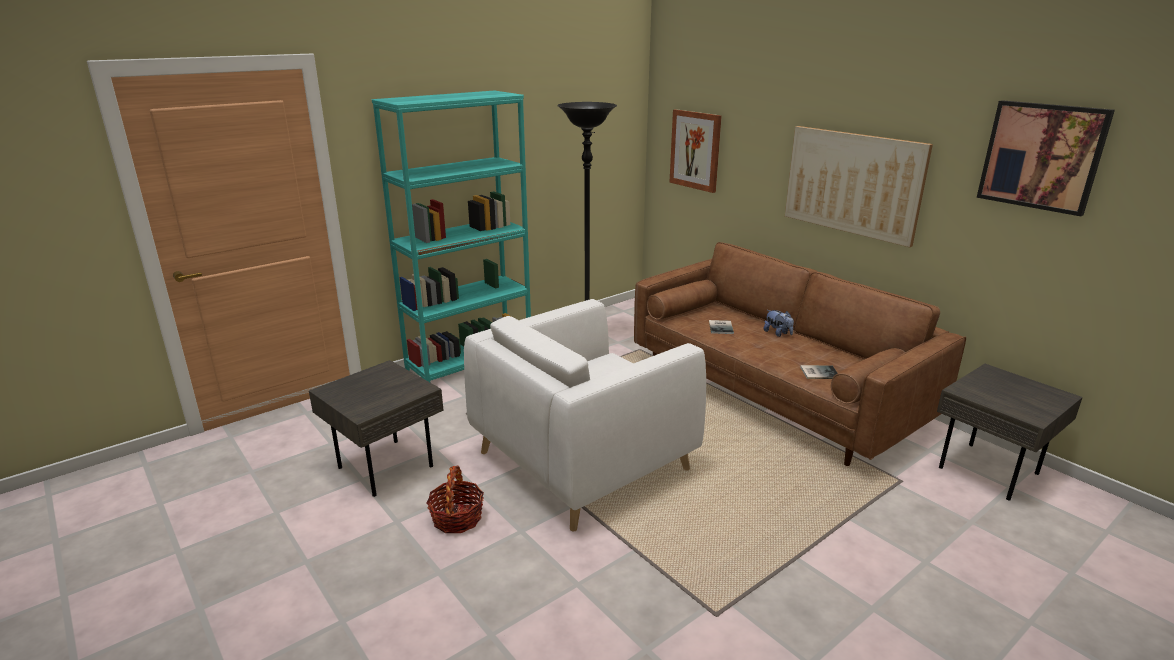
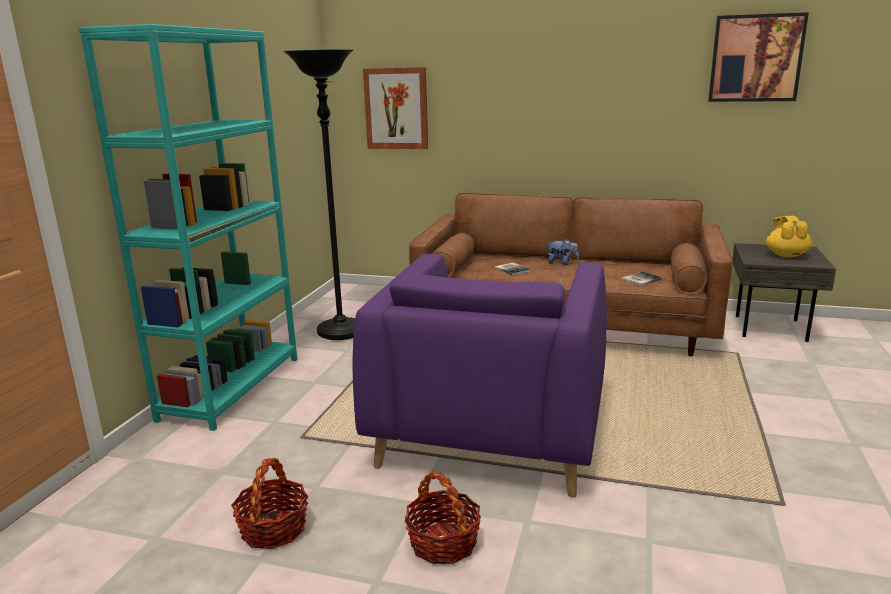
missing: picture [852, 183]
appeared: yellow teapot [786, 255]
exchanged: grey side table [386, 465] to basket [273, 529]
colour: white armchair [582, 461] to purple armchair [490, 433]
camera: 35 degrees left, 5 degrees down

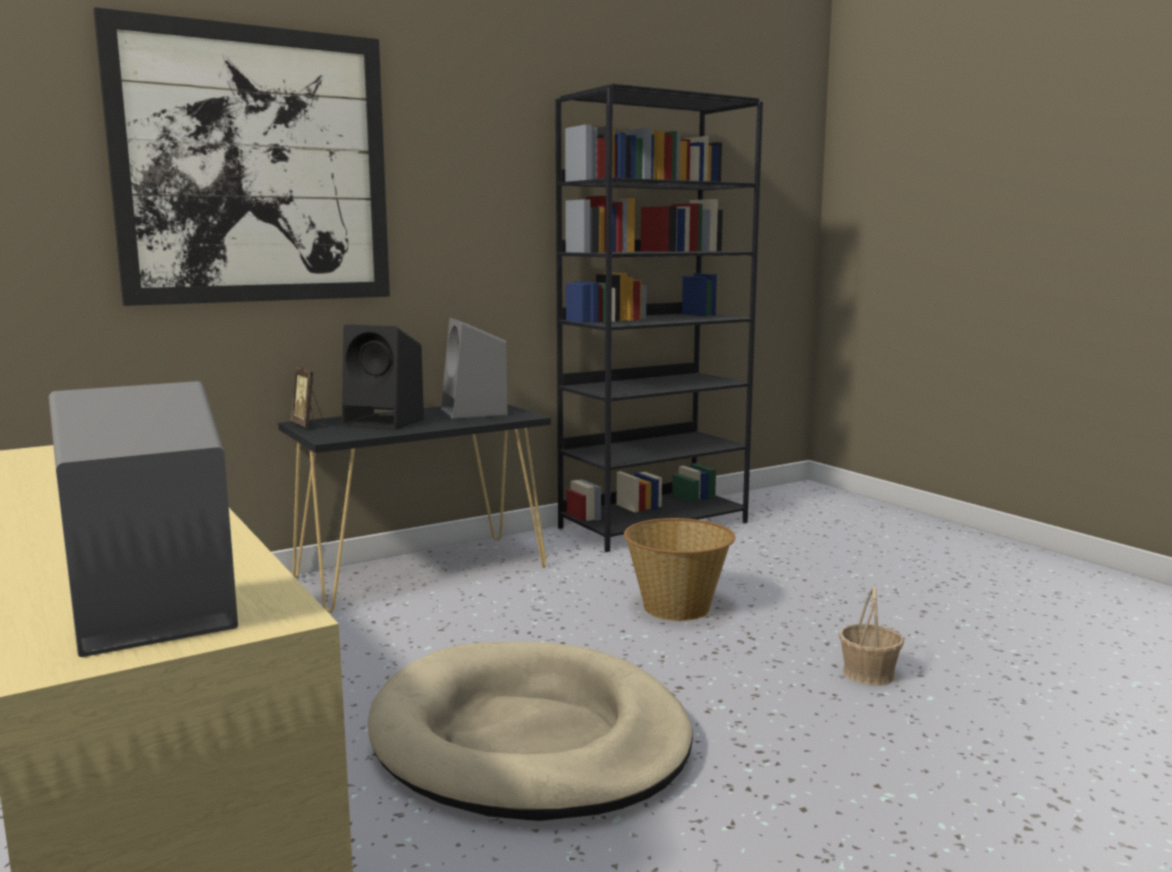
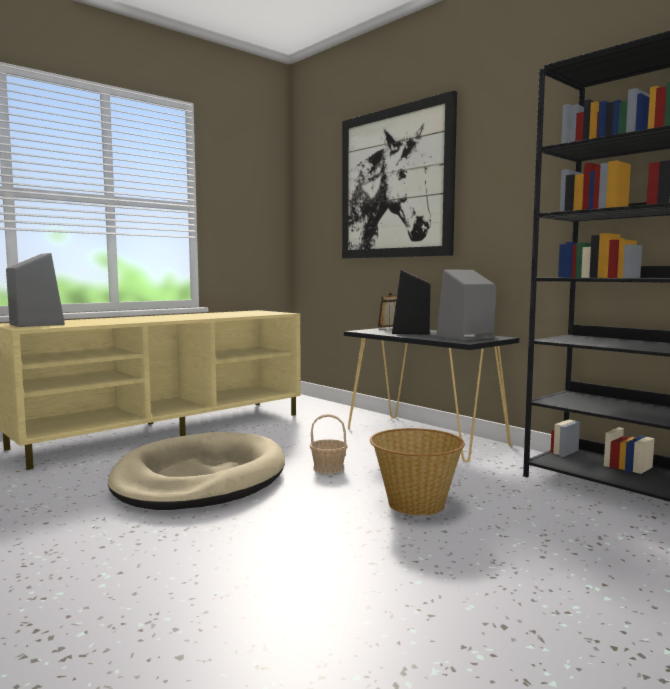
relocated: basket [869, 674] to [328, 468]
camera: 80 degrees right, 5 degrees down

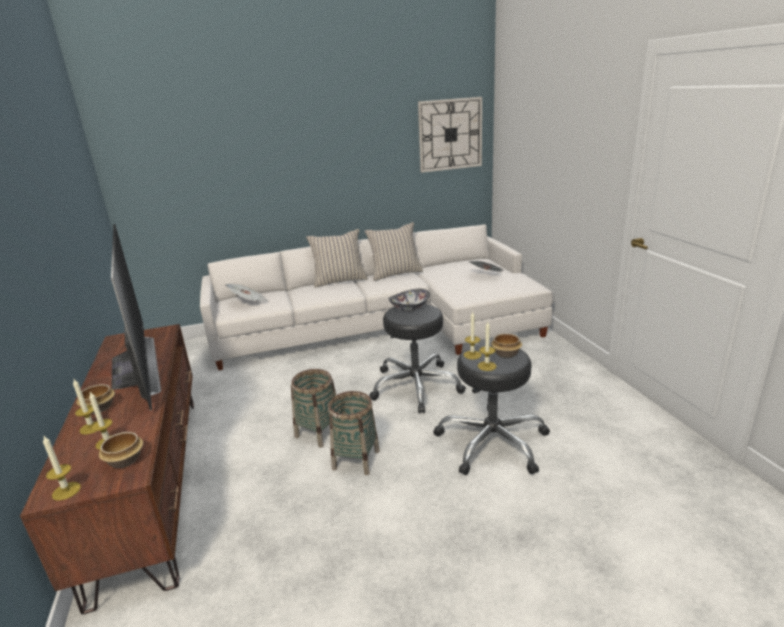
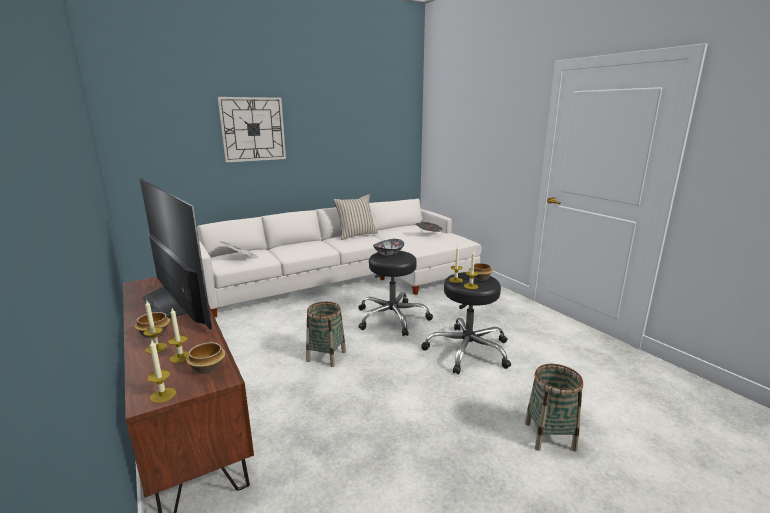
missing: beige pillow [339, 281]
relocated: wall clock [450, 134] to [253, 129]; basket [356, 459] to [549, 436]
camera: 15 degrees left, 5 degrees down

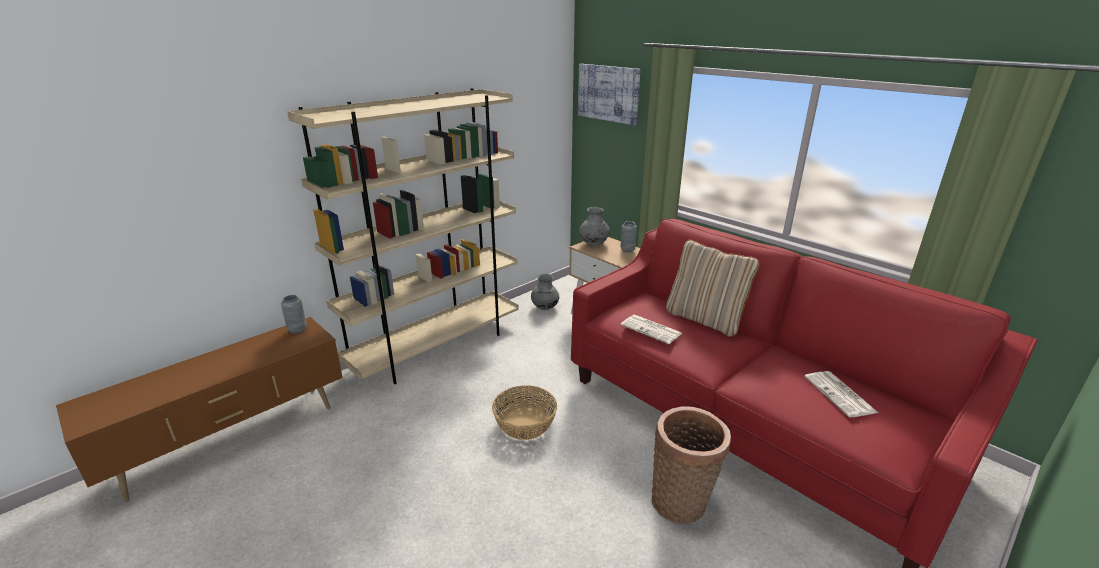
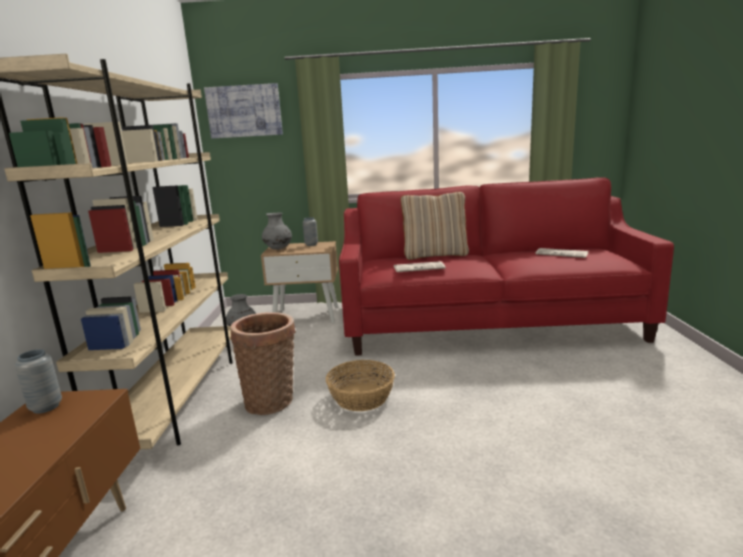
relocated: basket [682, 502] to [272, 400]
camera: 45 degrees left, 10 degrees down

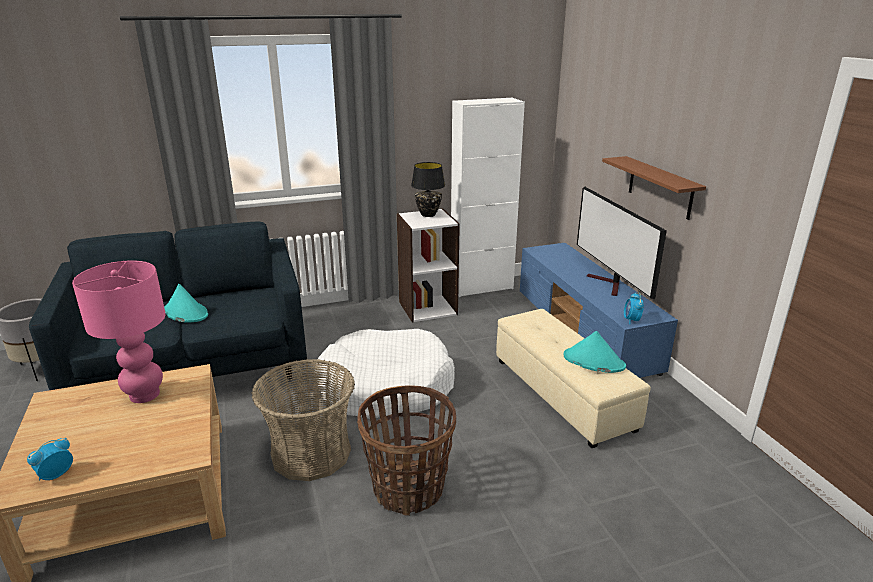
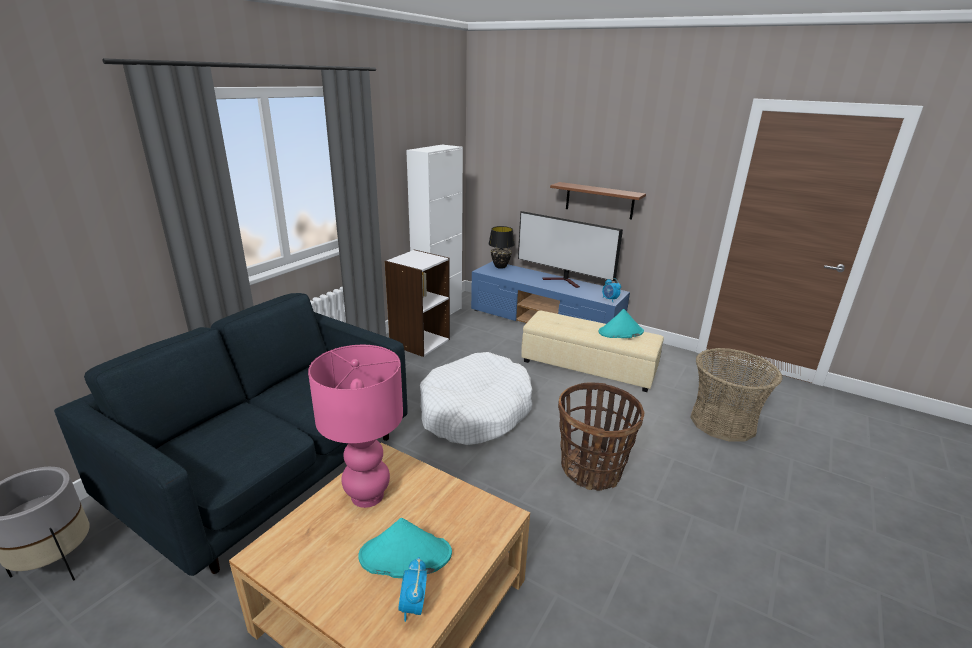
relocated: turquoise hat [185, 312] to [405, 555]; black table lamp [428, 215] to [500, 267]; basket [311, 453] to [722, 422]
camera: 40 degrees left, 0 degrees up

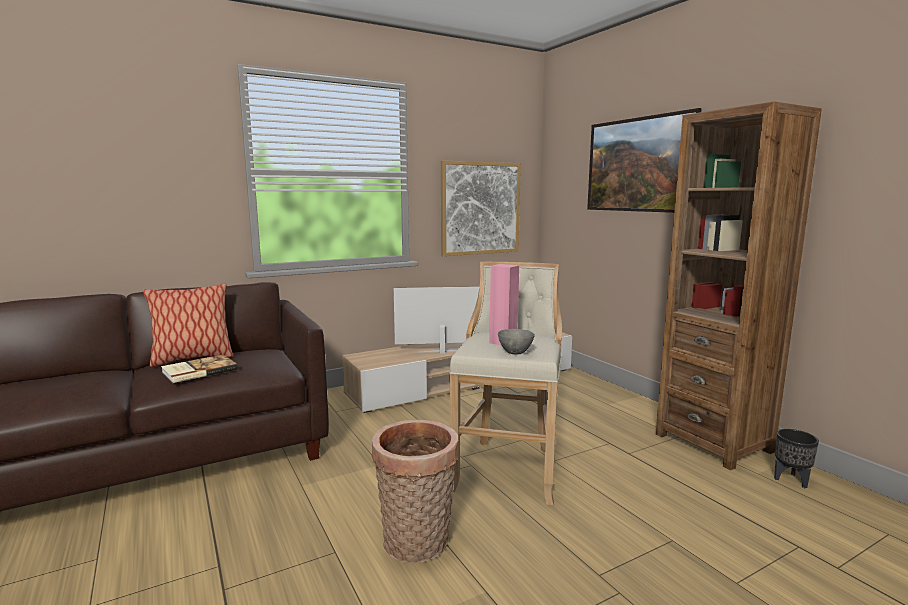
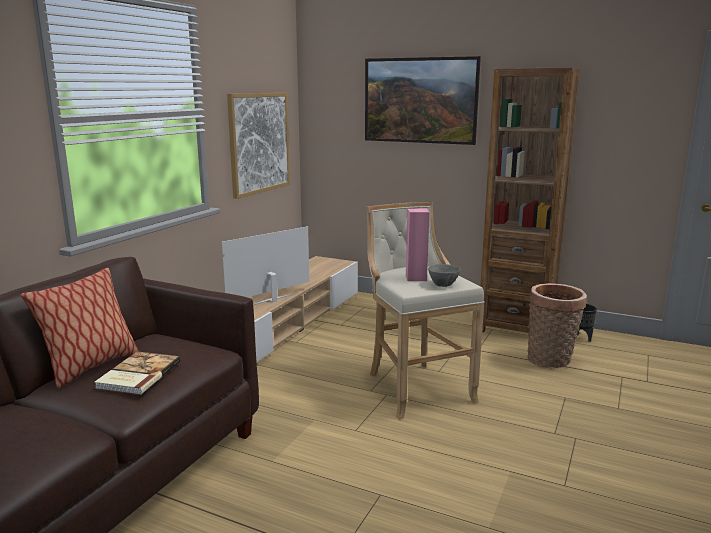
relocated: basket [417, 545] to [551, 360]
camera: 35 degrees left, 5 degrees up

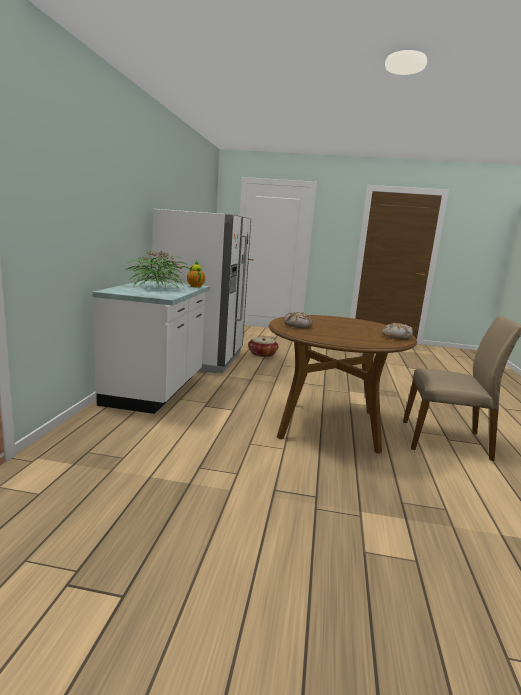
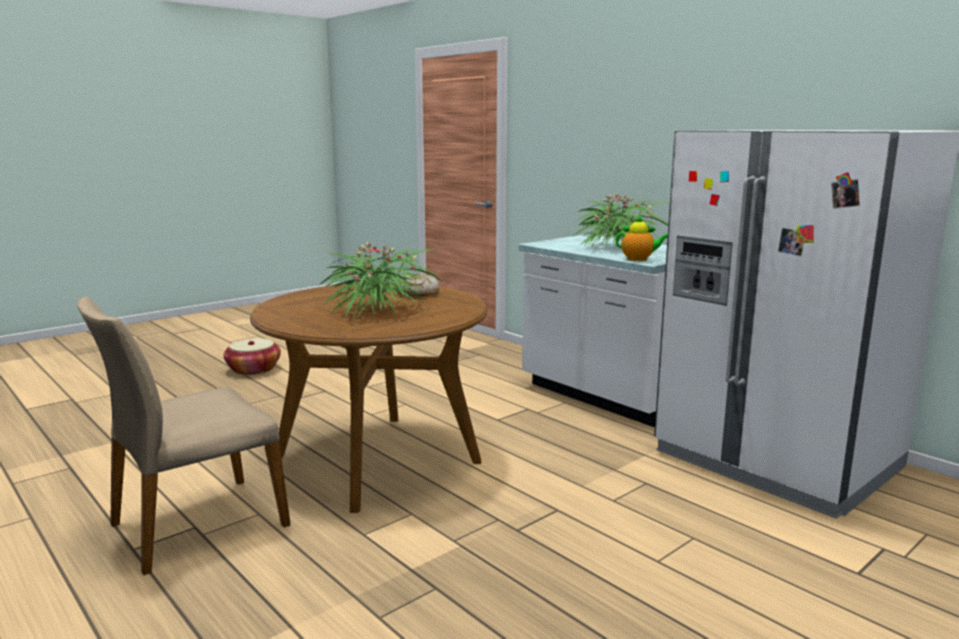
missing: bread [396, 337]
appeared: potted plant [377, 310]
relocated: basket [262, 354] to [253, 369]
camera: 130 degrees right, 0 degrees up

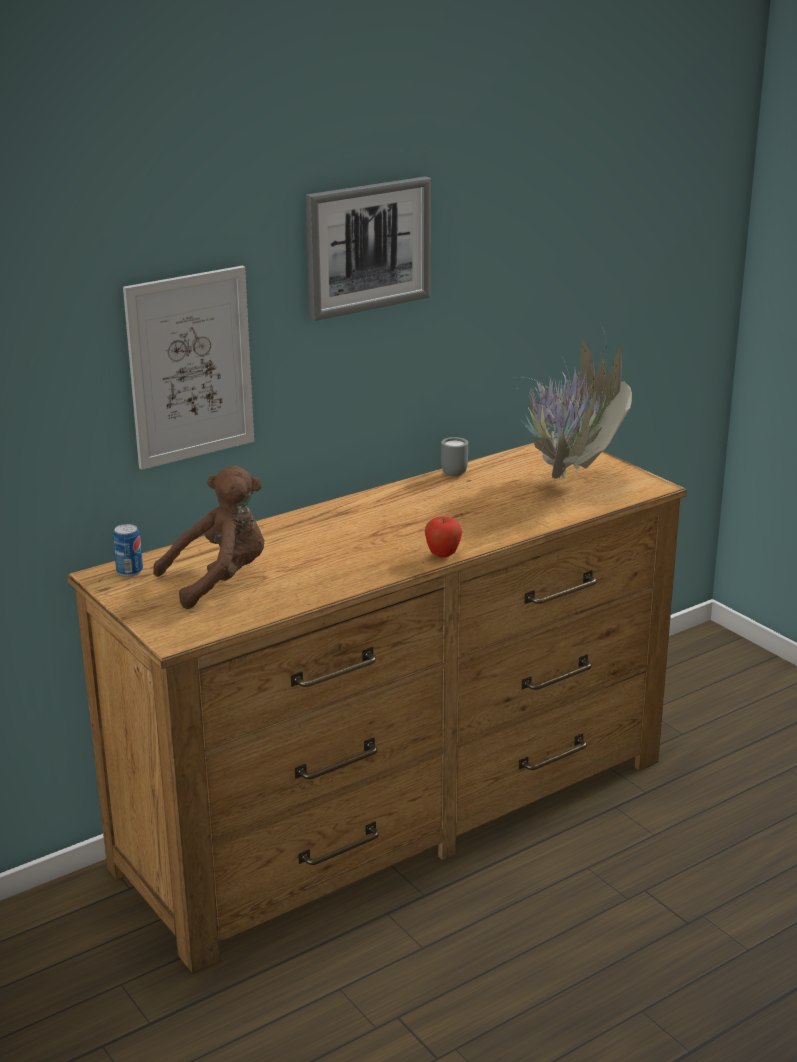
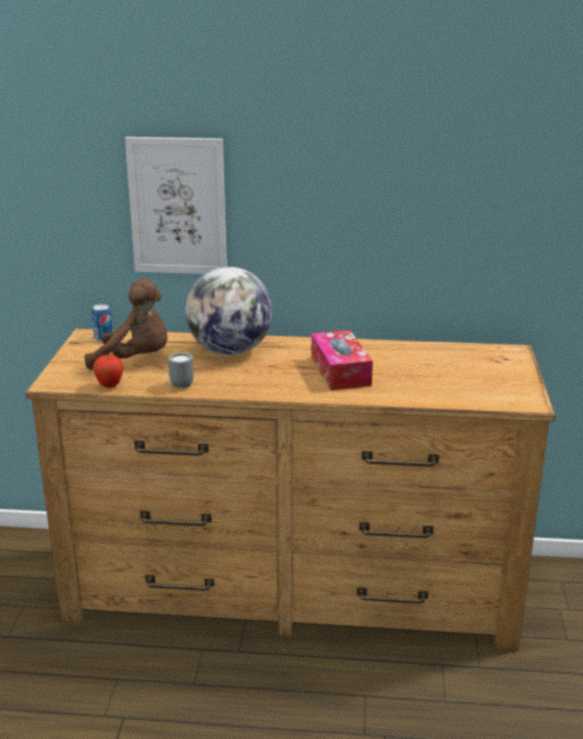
missing: picture [367, 247]; potted plant [568, 485]
appeared: globe [230, 351]; tissue box [340, 371]
relocated: apple [443, 555] to [110, 386]; grey mug [452, 472] to [183, 384]
camera: 40 degrees right, 0 degrees up

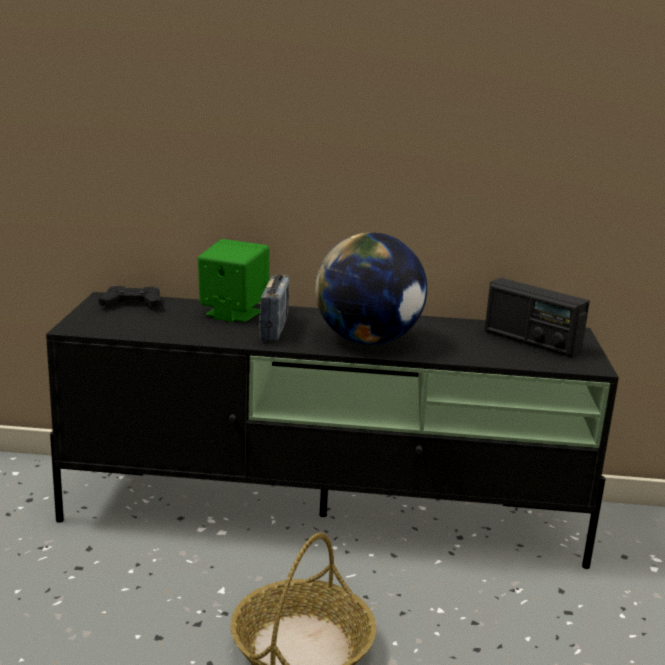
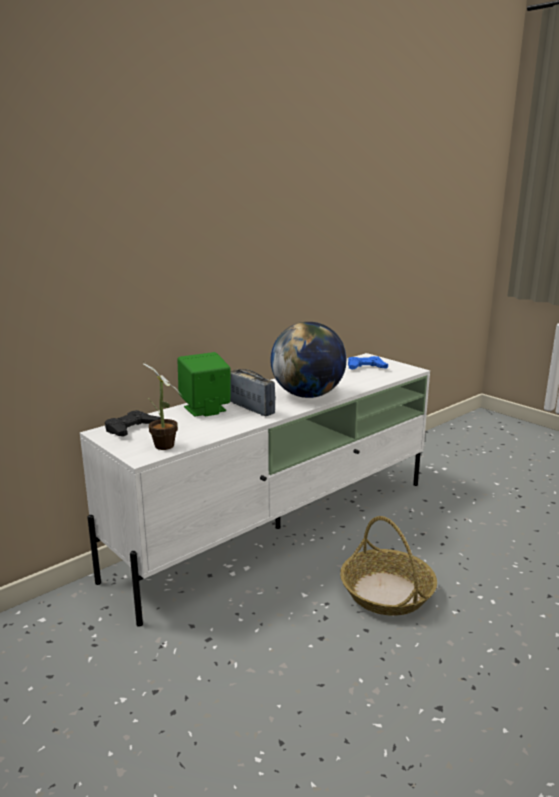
appeared: potted plant [164, 447]
exchanged: radio [531, 341] to blue game controller [365, 367]
colour: black tv stand [326, 516] to white tv stand [280, 527]
camera: 45 degrees left, 0 degrees up

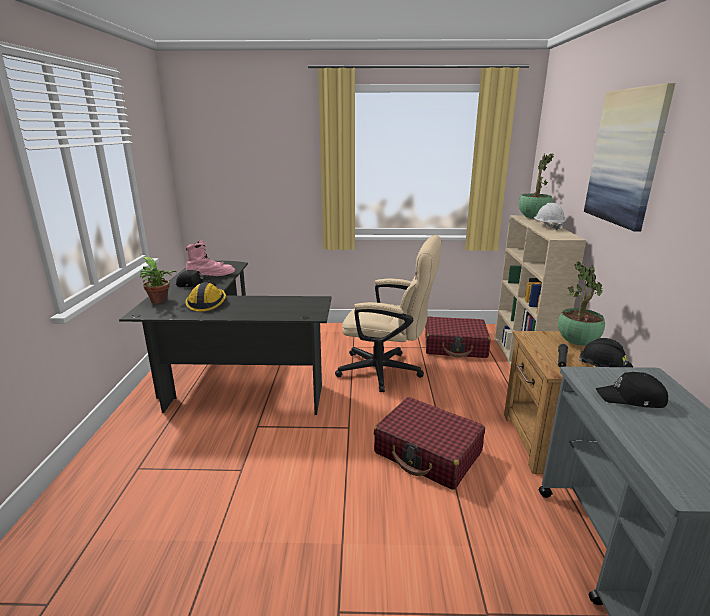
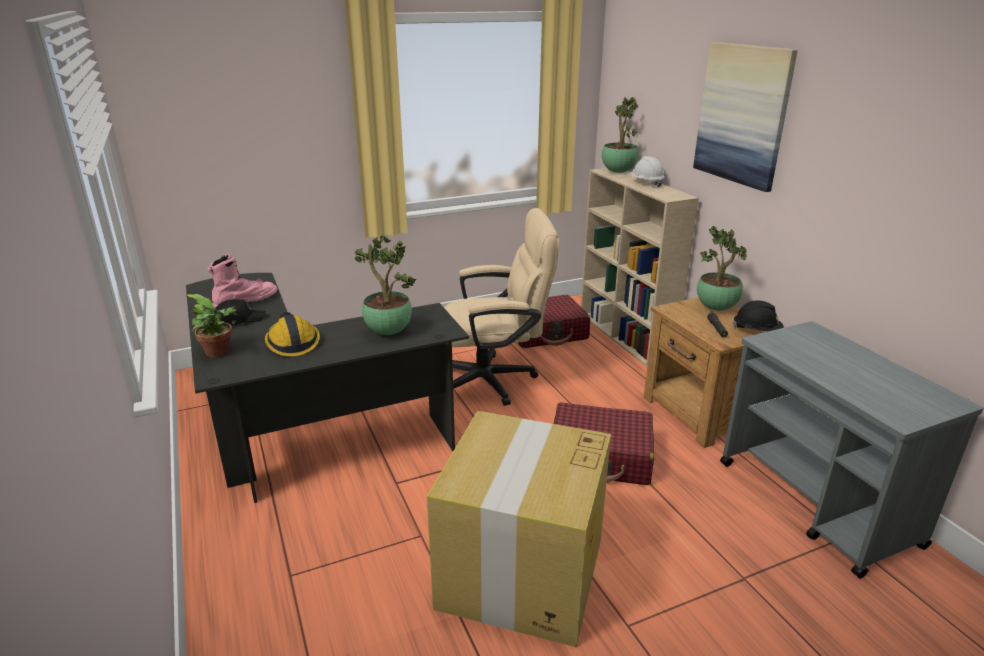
missing: black cap [631, 399]
appeared: potted plant [387, 332]; cardboard box [521, 574]
camera: 25 degrees left, 5 degrees up

